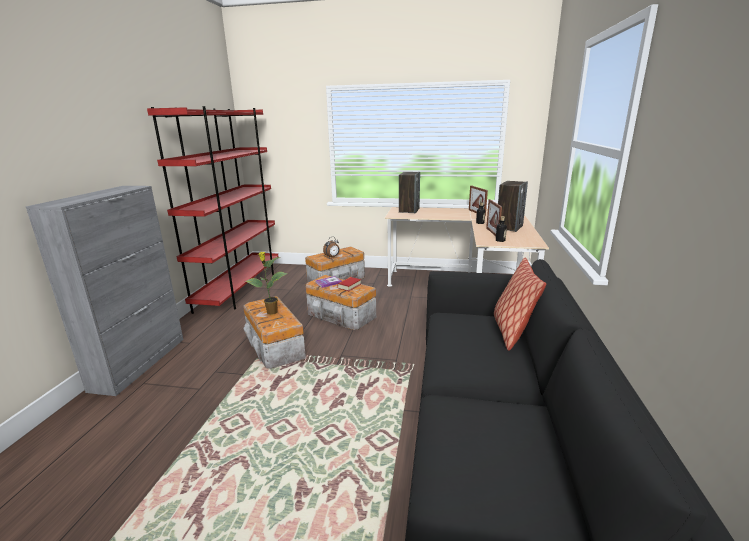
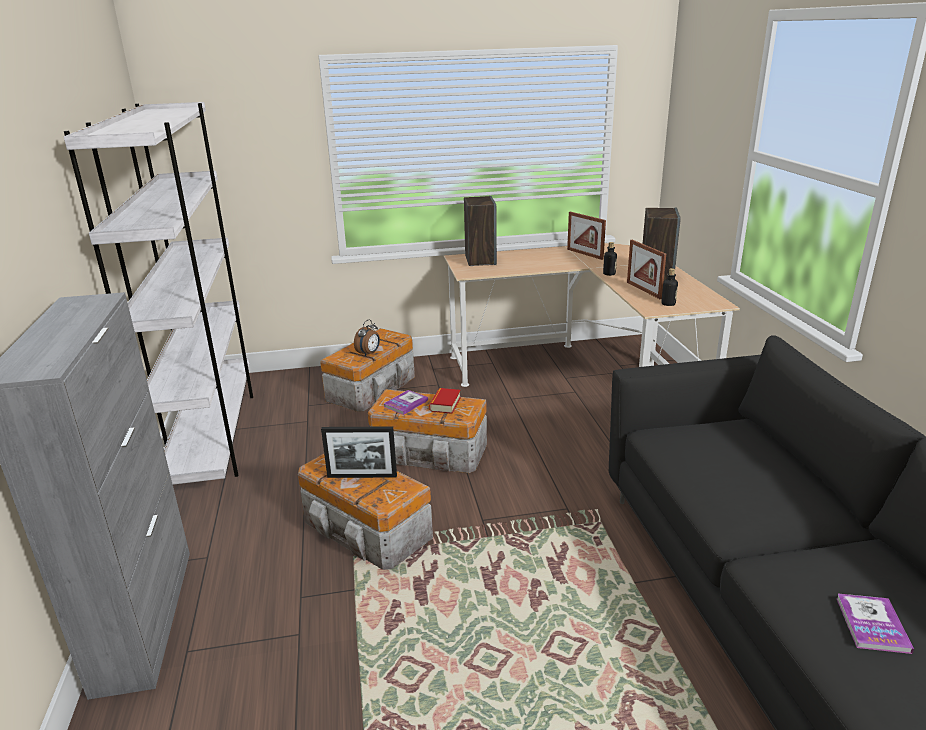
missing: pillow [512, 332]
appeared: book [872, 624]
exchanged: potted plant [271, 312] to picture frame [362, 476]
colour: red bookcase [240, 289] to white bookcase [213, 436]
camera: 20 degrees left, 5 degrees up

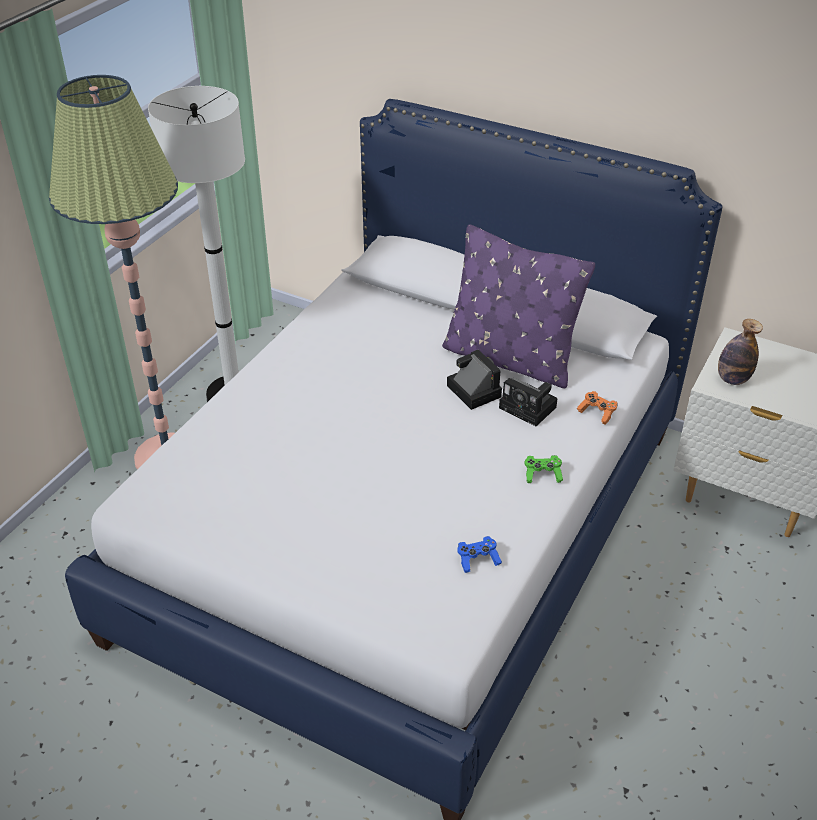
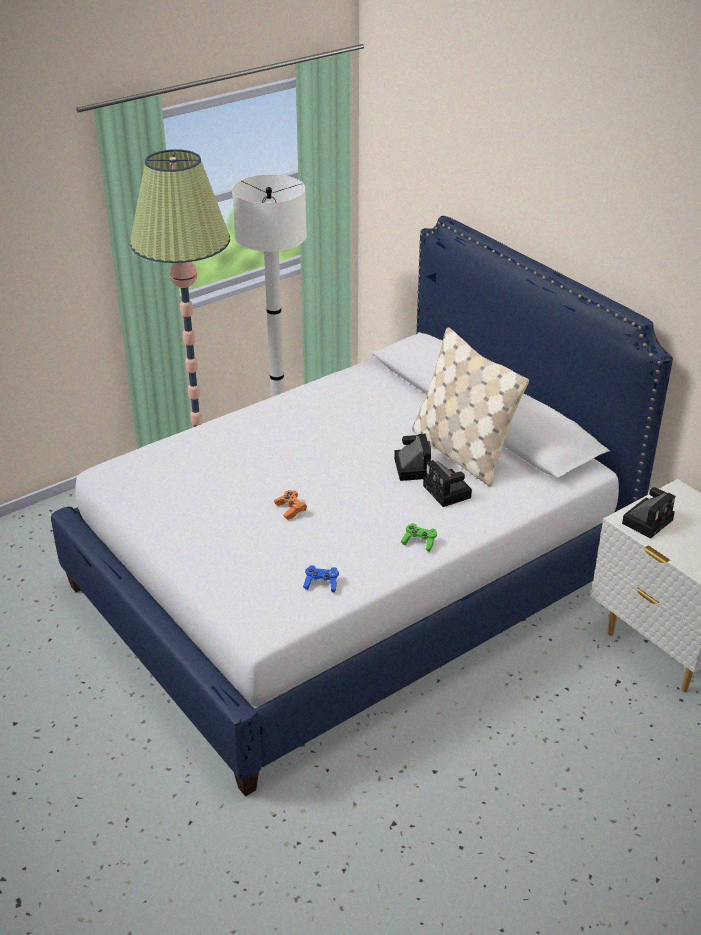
relocated: orange game controller [597, 412] to [290, 509]
exchanged: bottle [732, 379] to photo camera [648, 520]
colour: purple pillow [510, 359] to beige pillow [461, 452]
camera: 25 degrees right, 5 degrees down

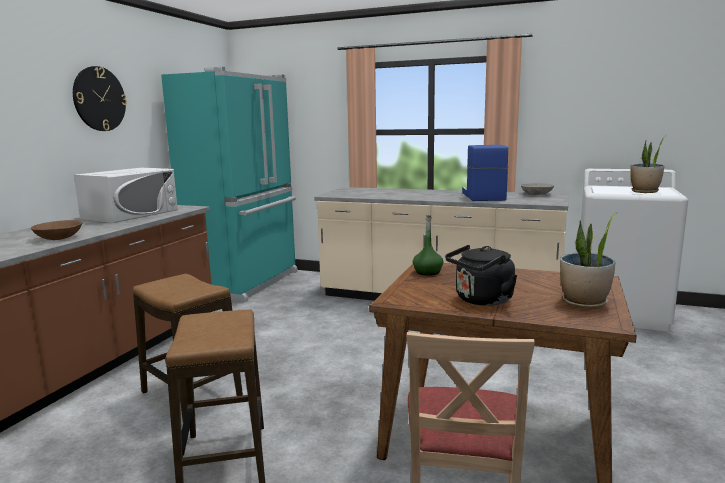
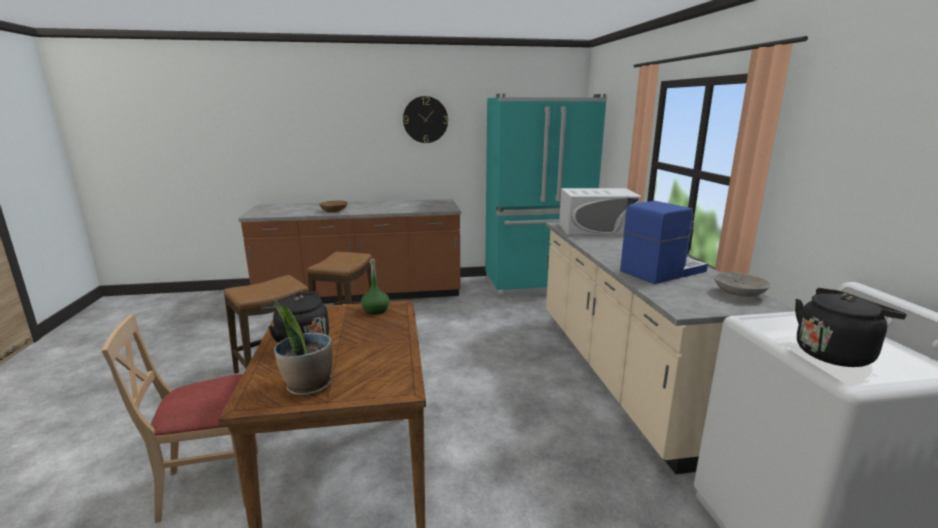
relocated: white microwave [131, 214] to [596, 229]
exchanged: potted plant [644, 192] to black kettle [835, 354]
camera: 60 degrees right, 5 degrees up

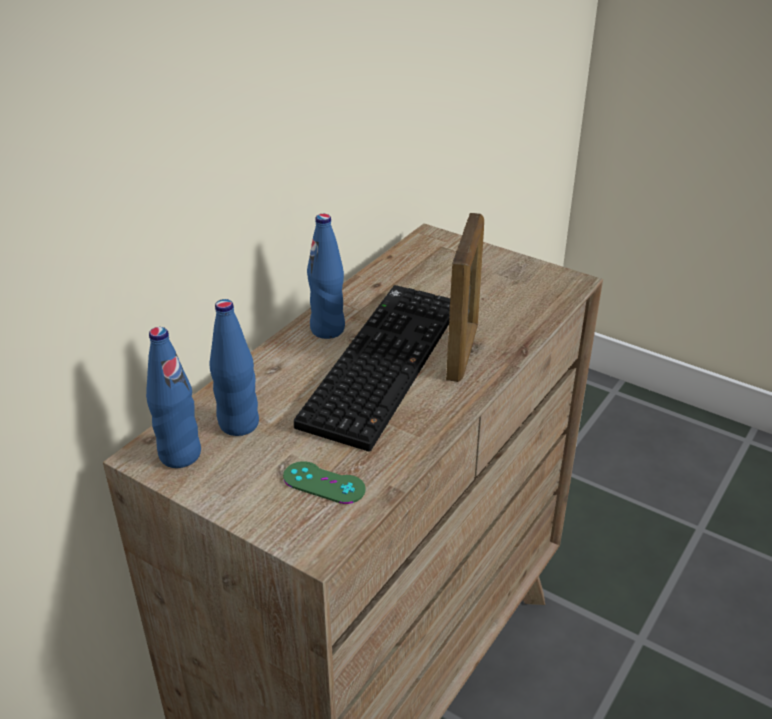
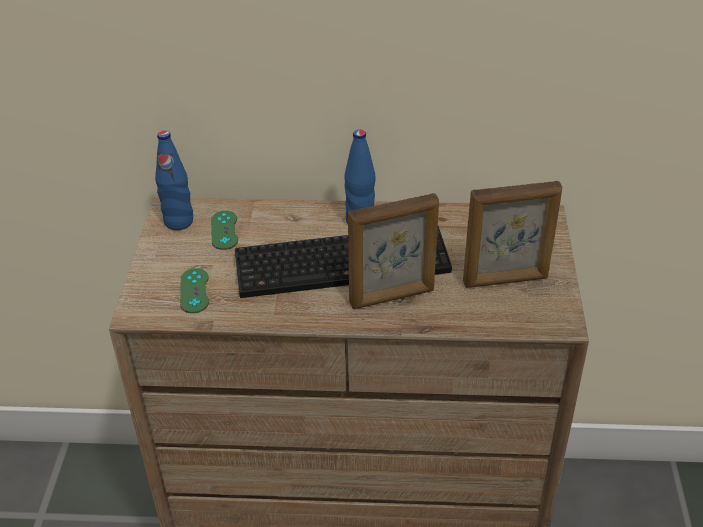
appeared: picture frame [506, 280]
exchanged: blue bottle [239, 424] to green game controller [224, 230]
camera: 60 degrees right, 5 degrees up

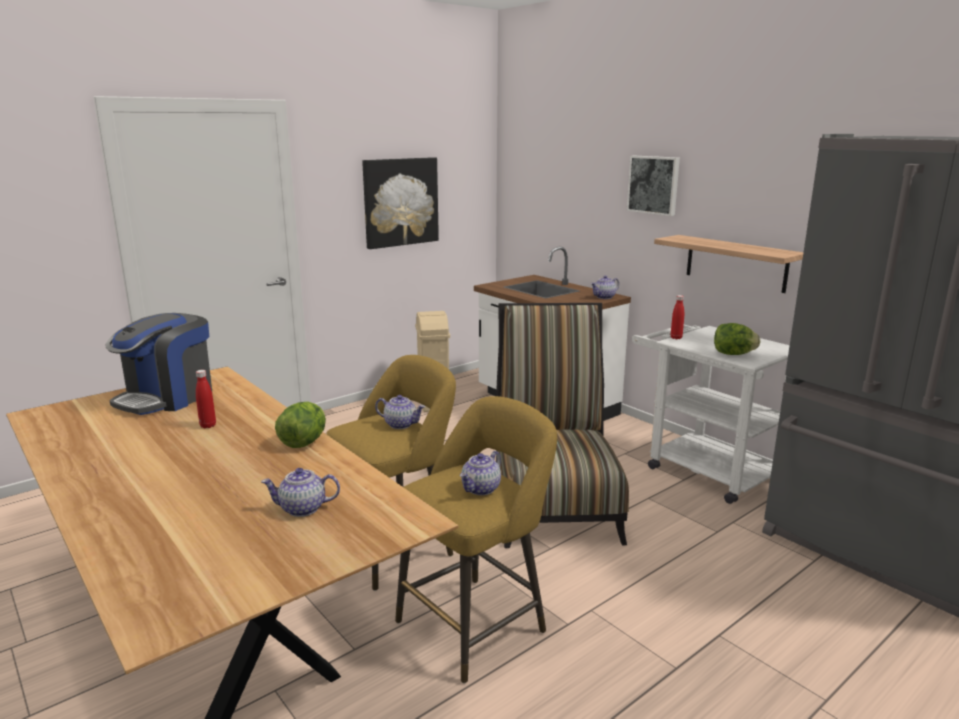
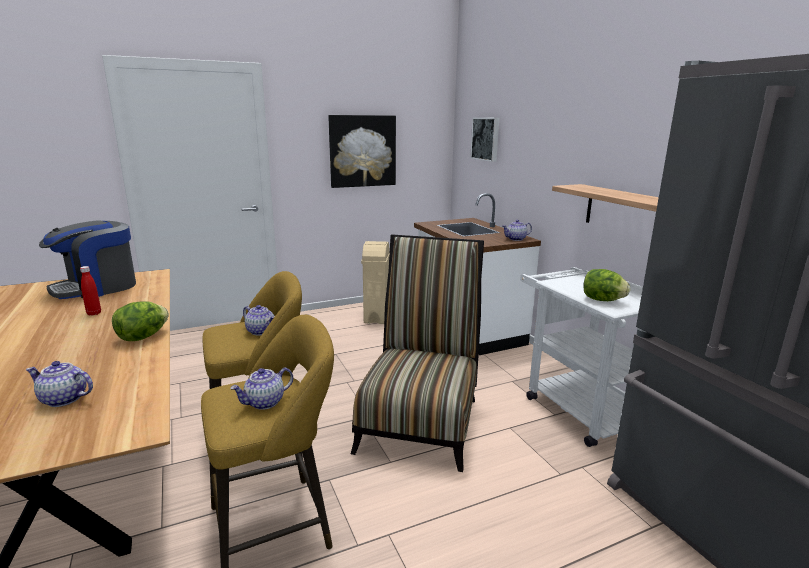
missing: red bottle [676, 338]
relocated: picture [654, 185] to [486, 139]
camera: 15 degrees right, 0 degrees up

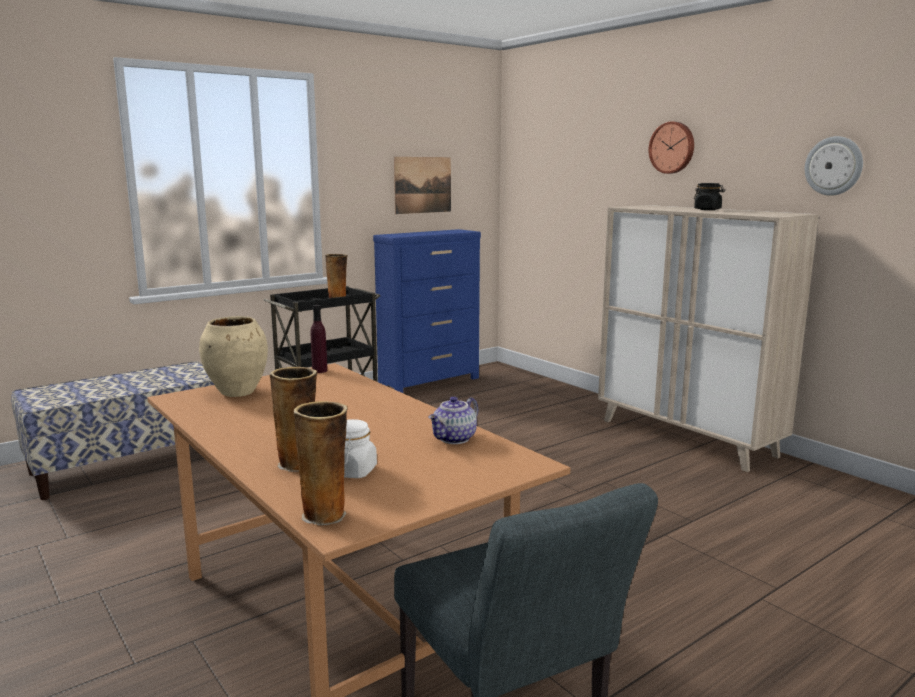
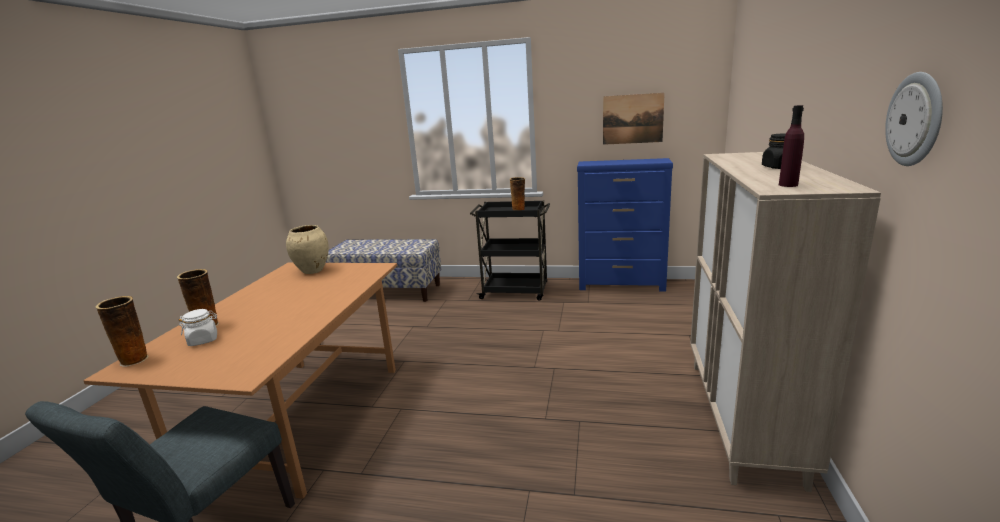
missing: teapot [455, 439]; wall clock [672, 147]
relocated: purple bottle [319, 371] to [788, 185]
camera: 50 degrees right, 5 degrees up

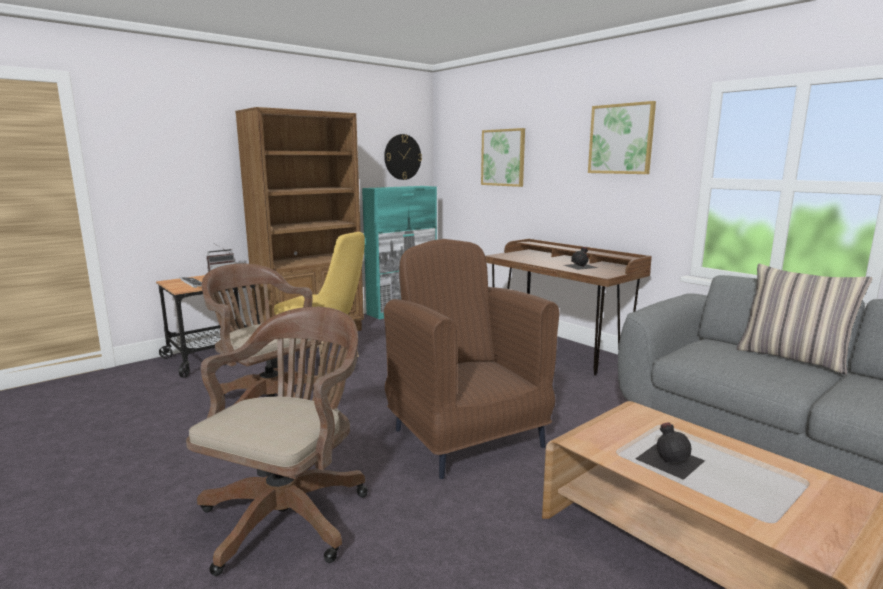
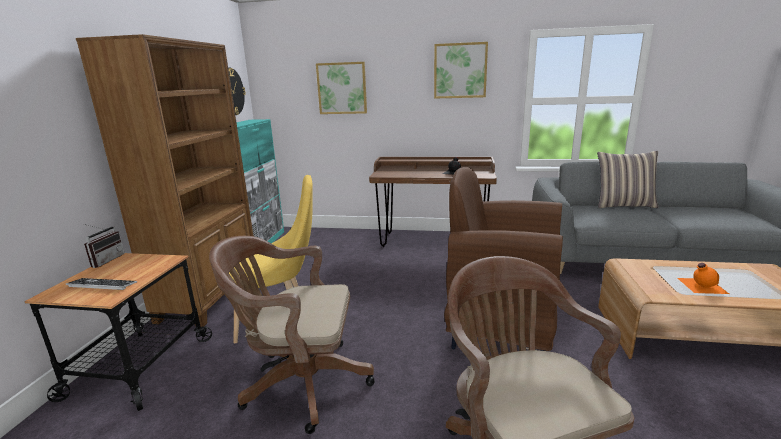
colour: black bottle [669, 459] to orange bottle [701, 285]
camera: 40 degrees left, 5 degrees up

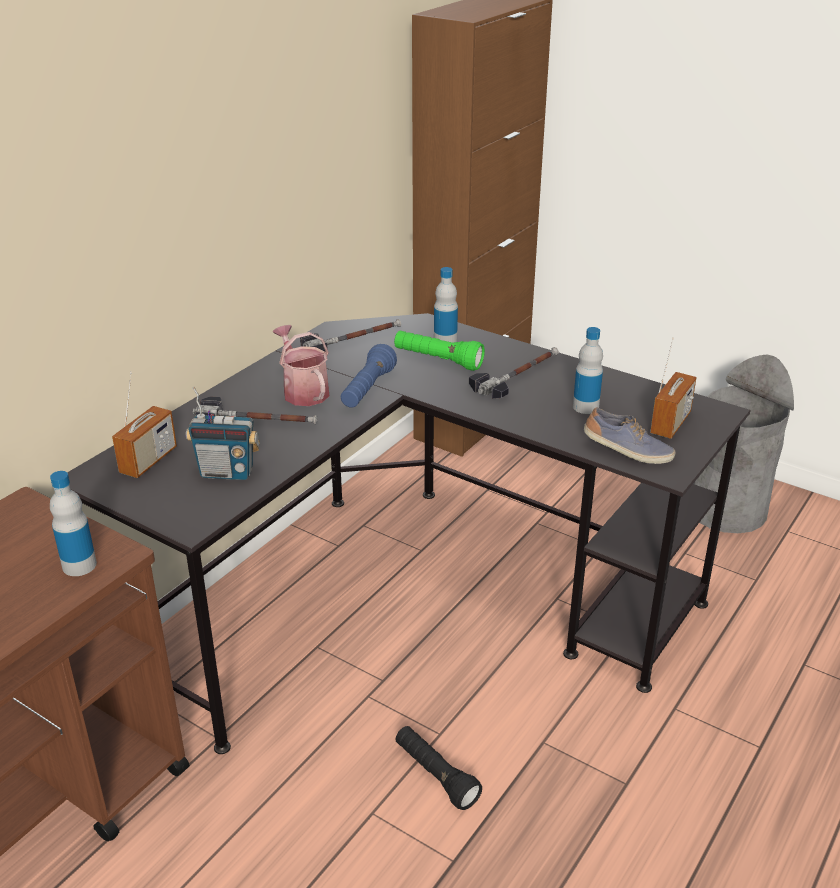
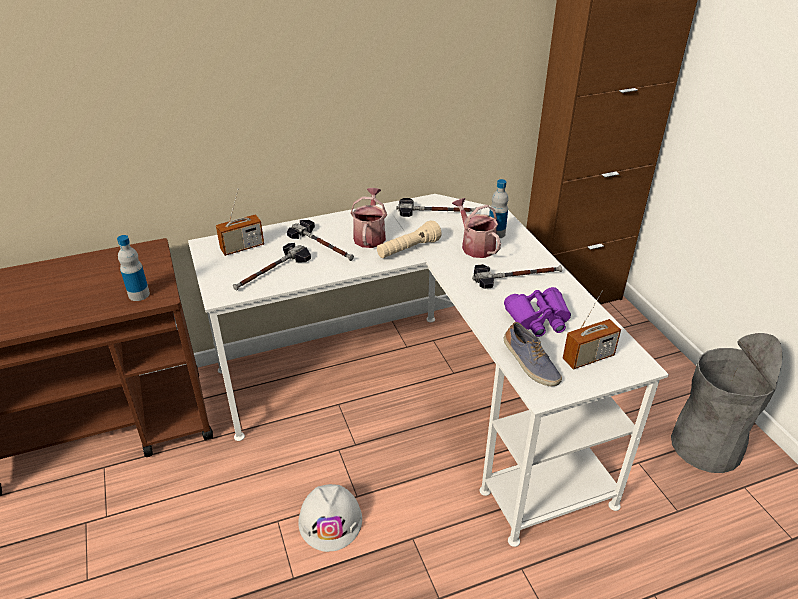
exchanged: radio [227, 472] to hammer [272, 271]; black flashlight [435, 775] to white hard hat [330, 520]; green flashlight [437, 360] to watering can [475, 246]; bottle [585, 407] to purple binoculars [538, 319]
colour: black desk [407, 595] to white desk [418, 398]; blue flashlight [367, 389] to beige flashlight [408, 249]
camera: 35 degrees right, 5 degrees up

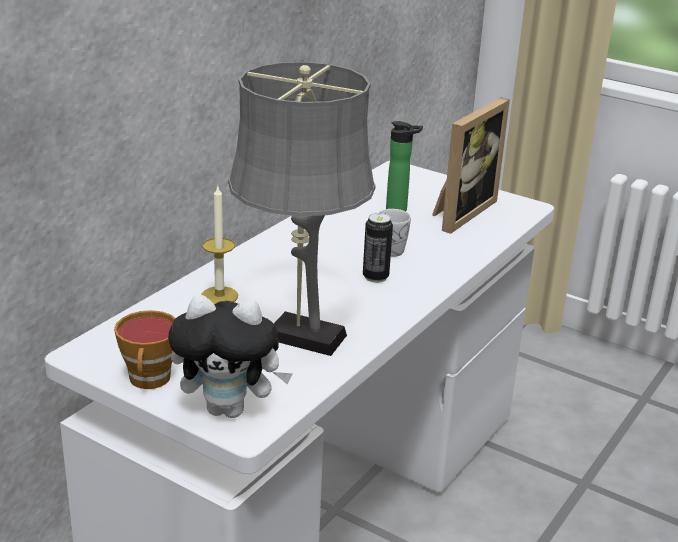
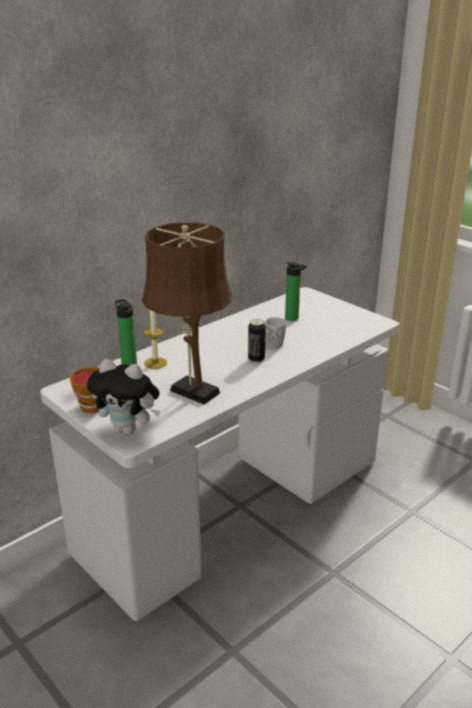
missing: picture frame [459, 212]
appeared: bottle [128, 363]
colour: grey table lamp [298, 335] to brown table lamp [191, 390]
camera: 15 degrees right, 0 degrees up

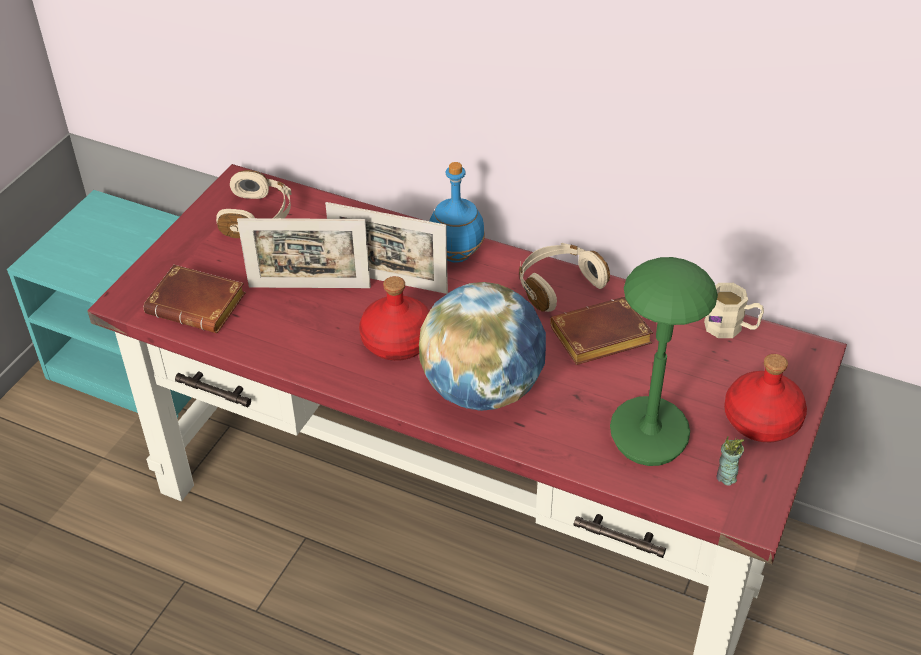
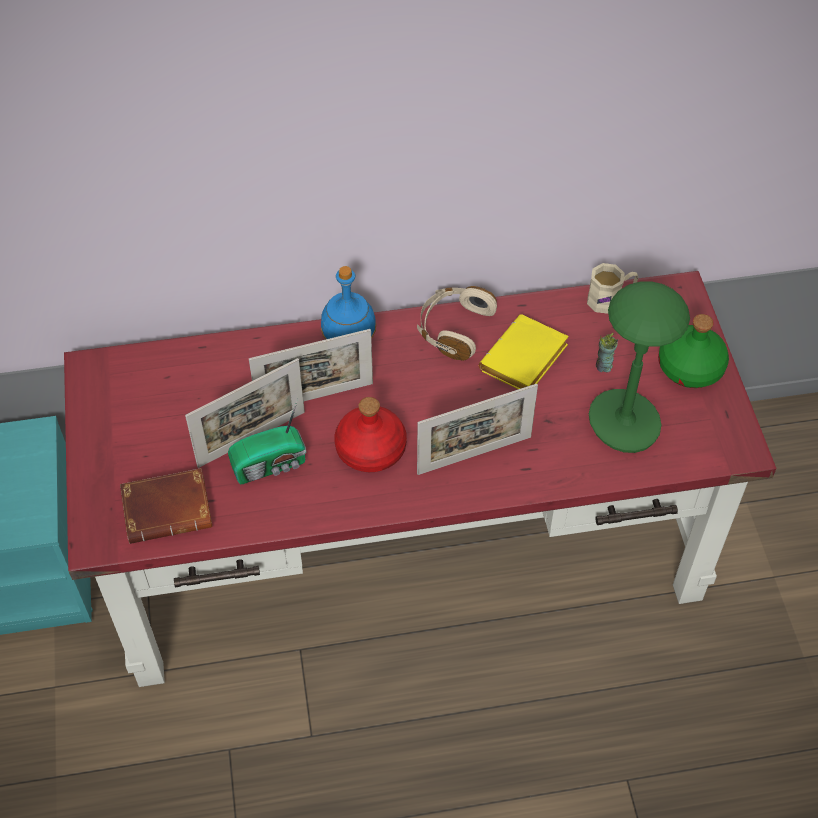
missing: beige headphones [258, 217]
appeared: radio [271, 465]
relocated: cup [726, 477] to [603, 366]
exchanged: globe [483, 390] to picture frame [474, 455]
colour: brown book [599, 339] to yellow book [524, 362]; red bottle [761, 420] to green bottle [690, 368]
camera: 35 degrees left, 10 degrees up

